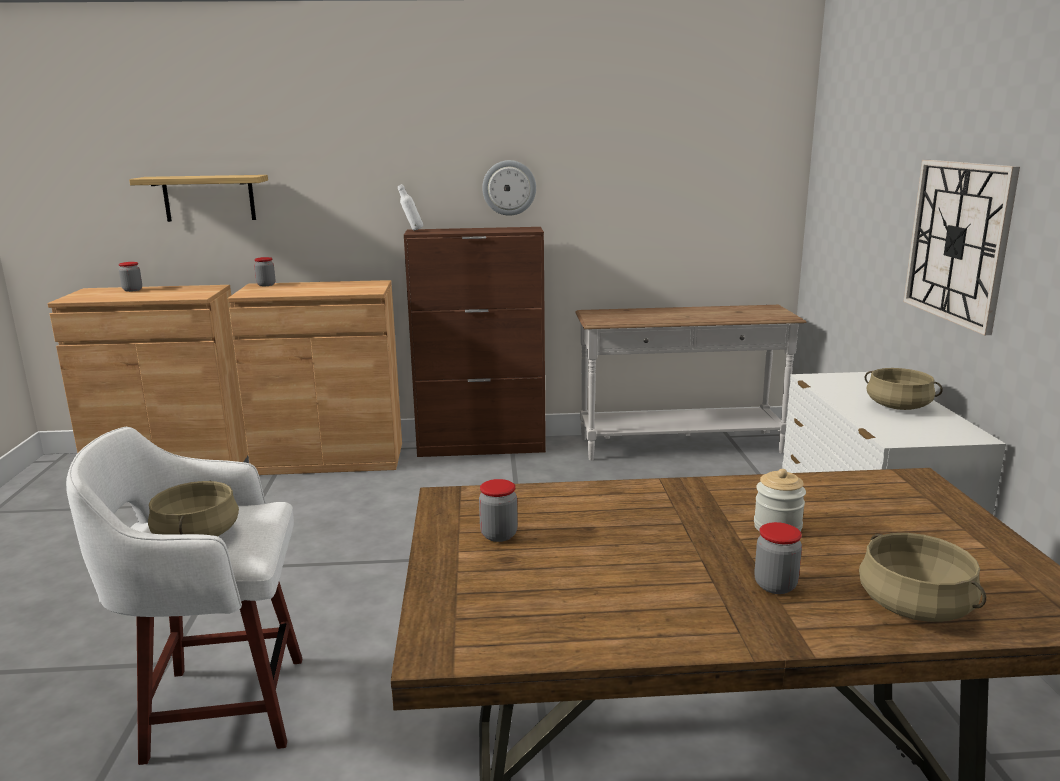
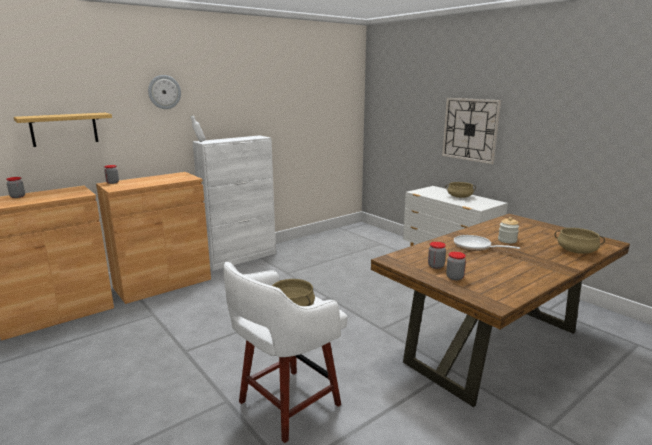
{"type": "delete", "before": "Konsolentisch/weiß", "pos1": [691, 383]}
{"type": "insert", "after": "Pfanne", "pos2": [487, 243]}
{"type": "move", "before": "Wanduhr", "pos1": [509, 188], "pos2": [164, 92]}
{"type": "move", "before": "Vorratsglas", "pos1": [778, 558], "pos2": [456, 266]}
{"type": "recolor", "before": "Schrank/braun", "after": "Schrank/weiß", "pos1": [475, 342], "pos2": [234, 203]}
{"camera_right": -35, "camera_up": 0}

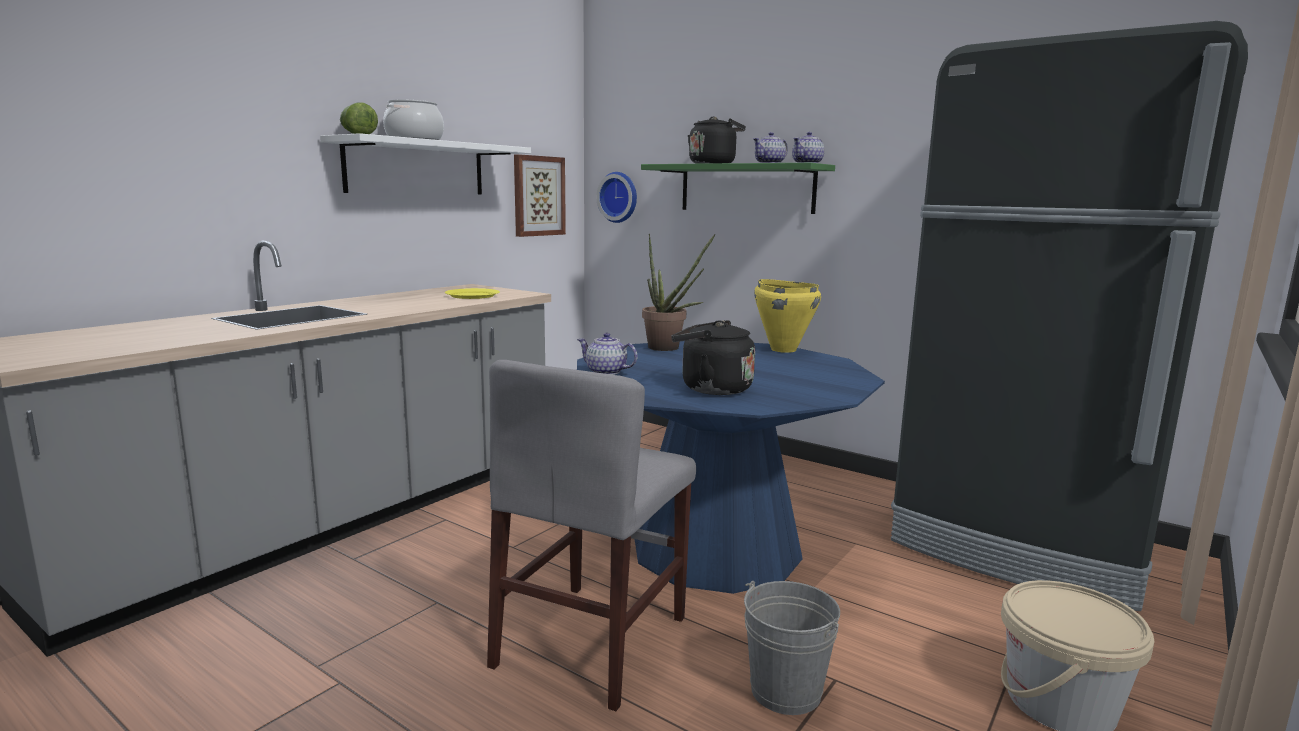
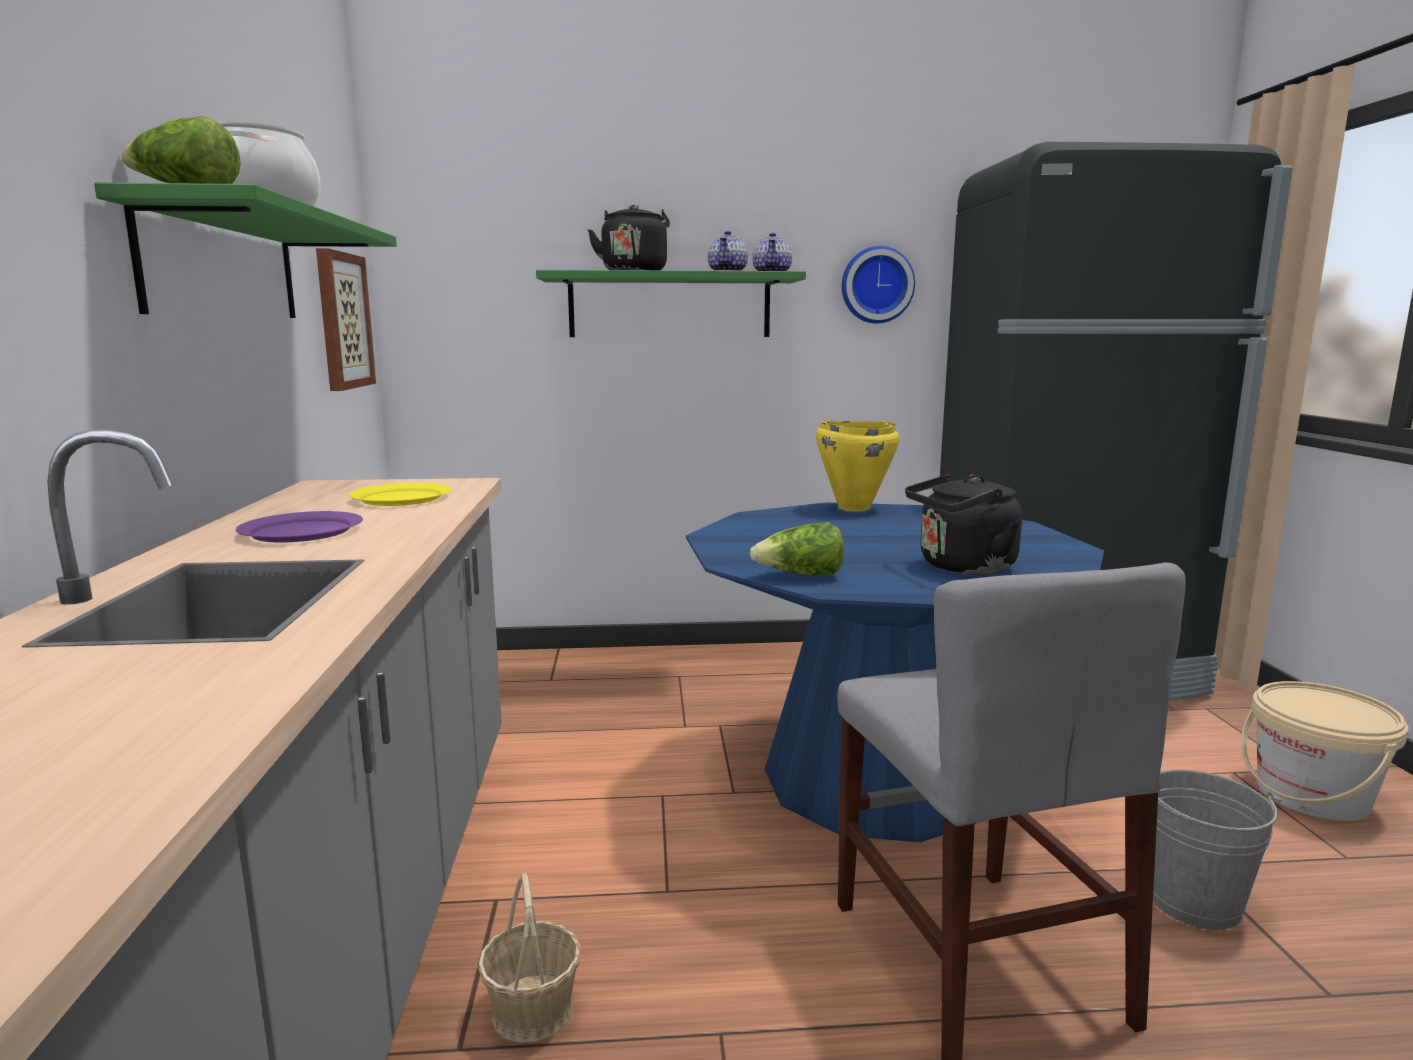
{"type": "delete", "before": "Topfpflanze", "pos1": [679, 292]}
{"type": "insert", "after": "Teller/lila", "pos2": [299, 526]}
{"type": "insert", "after": "Korb", "pos2": [529, 958]}
{"type": "move", "before": "Wanduhr", "pos1": [616, 197], "pos2": [878, 285]}
{"type": "replace", "before": "Teekanne", "after": "Salatkopf", "pos1": [607, 354], "pos2": [797, 548]}
{"type": "recolor", "before": "Wandregal/weiß", "after": "Wandregal/grün", "pos1": [425, 163], "pos2": [245, 250]}
{"camera_right": -40, "camera_up": 0}

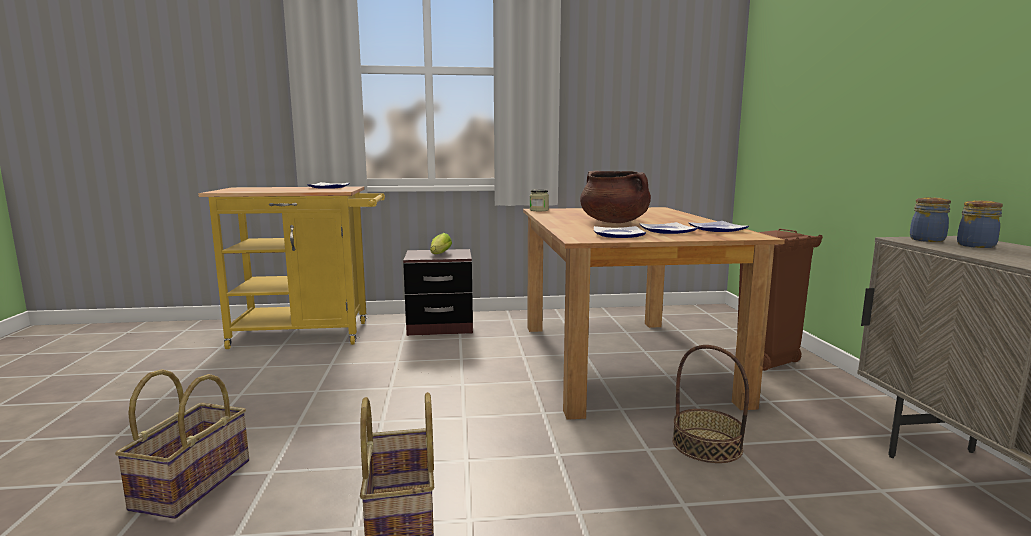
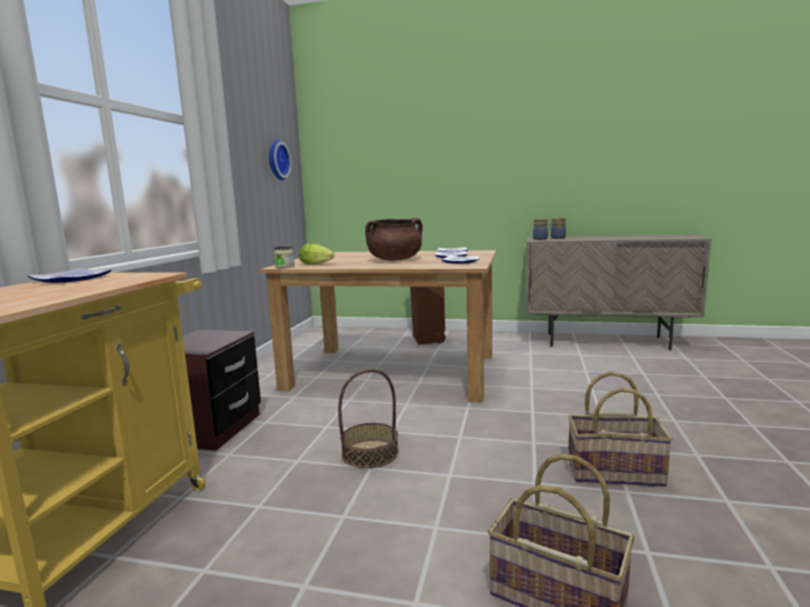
{"type": "insert", "after": "Wanduhr", "pos2": [280, 160]}
{"type": "move", "before": "Salatkopf", "pos1": [441, 243], "pos2": [317, 254]}
{"type": "move", "before": "Korb", "pos1": [710, 404], "pos2": [368, 418]}
{"camera_right": -70, "camera_up": 0}

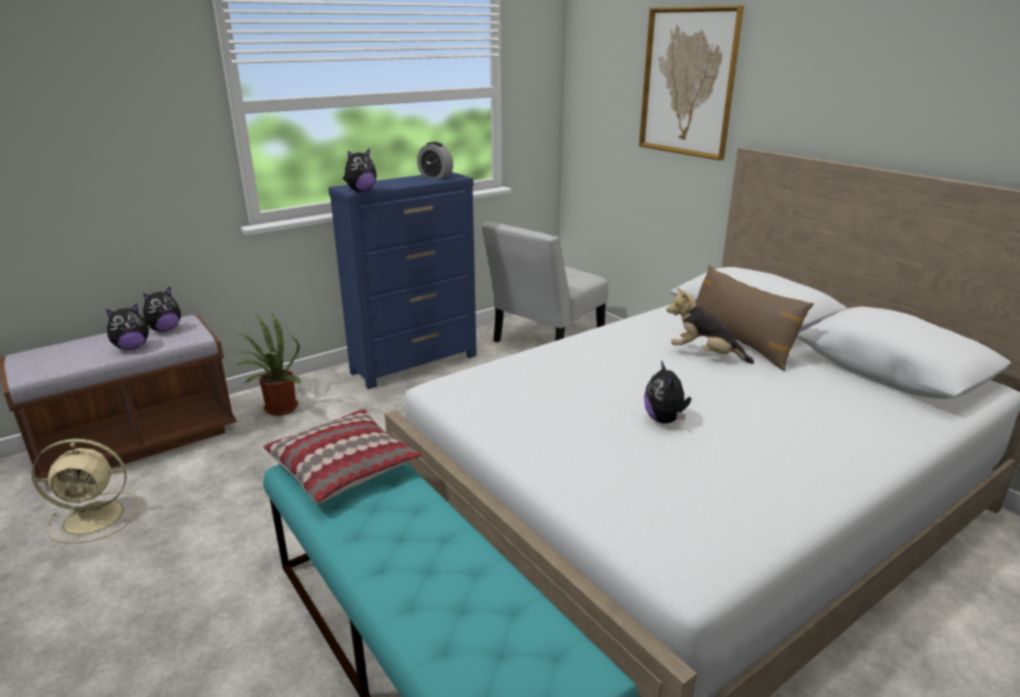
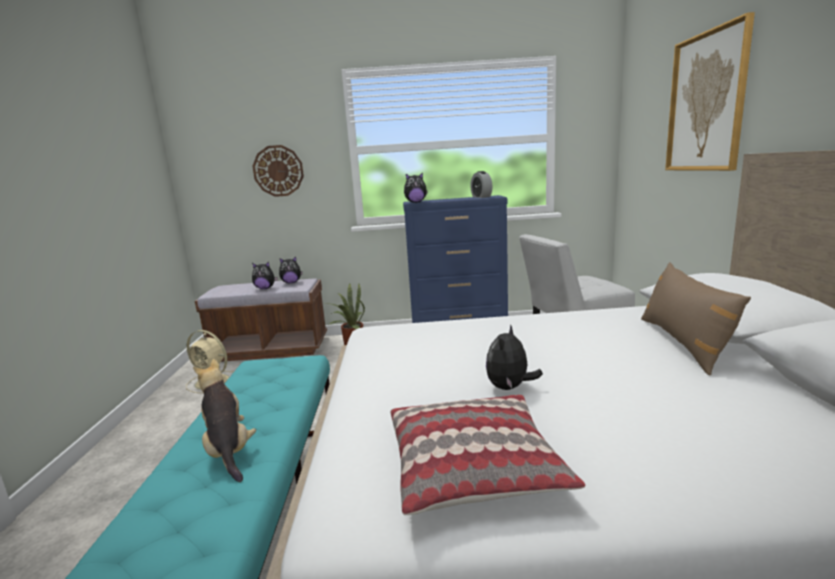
{"type": "insert", "after": "Wanduhr", "pos2": [278, 171]}
{"type": "move", "before": "Kissen", "pos1": [343, 456], "pos2": [488, 455]}
{"type": "move", "before": "Plüschtier", "pos1": [710, 325], "pos2": [224, 420]}
{"camera_right": 35, "camera_up": -10}

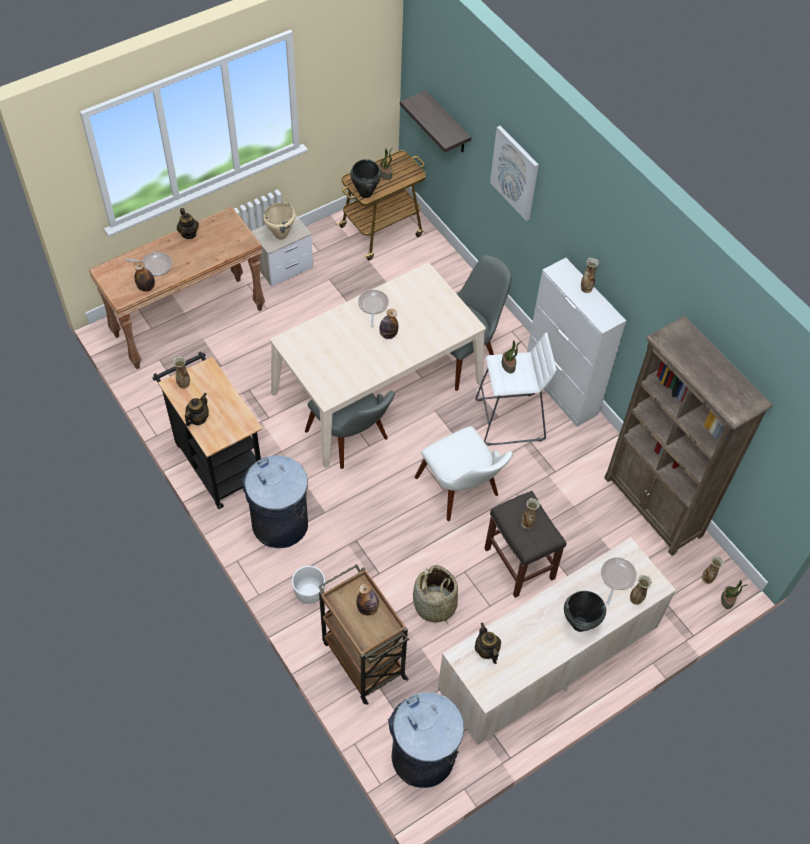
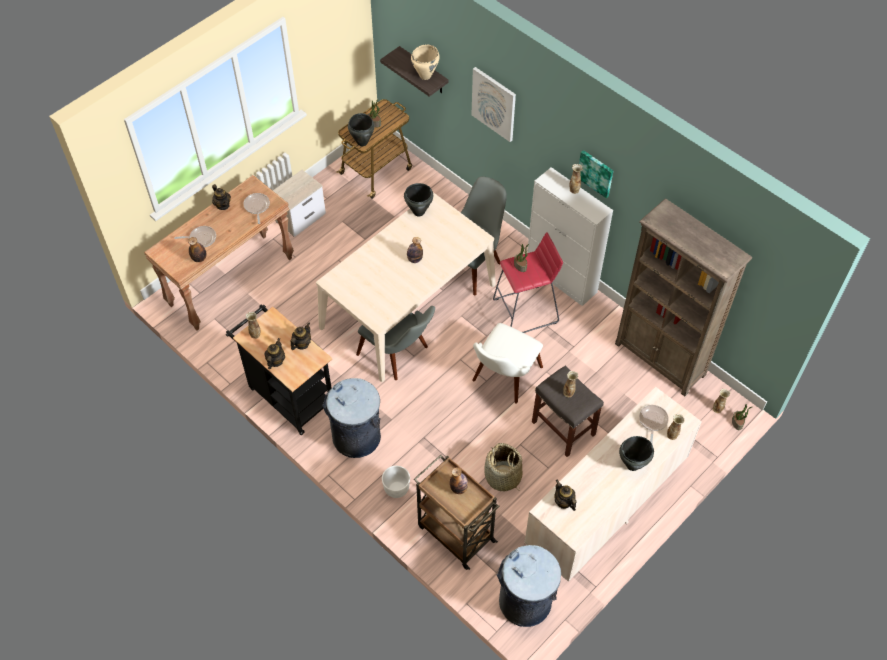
{"type": "insert", "after": "Teekanne", "pos2": [300, 336]}
{"type": "insert", "after": "Kochtopf/schwarz", "pos2": [419, 199]}
{"type": "insert", "after": "Bild", "pos2": [596, 174]}
{"type": "move", "before": "Kochtopf/beige", "pos1": [279, 221], "pos2": [425, 62]}
{"type": "move", "before": "Pfanne", "pos1": [373, 308], "pos2": [256, 208]}
{"type": "recolor", "before": "Hocker/weiß", "after": "Hocker/rot", "pos1": [516, 389], "pos2": [528, 282]}
{"type": "rotate", "before": "Stuhl/weiß", "pos1": [464, 473], "pos2": [507, 363], "turn": 75}
{"camera_right": -10, "camera_up": 0}

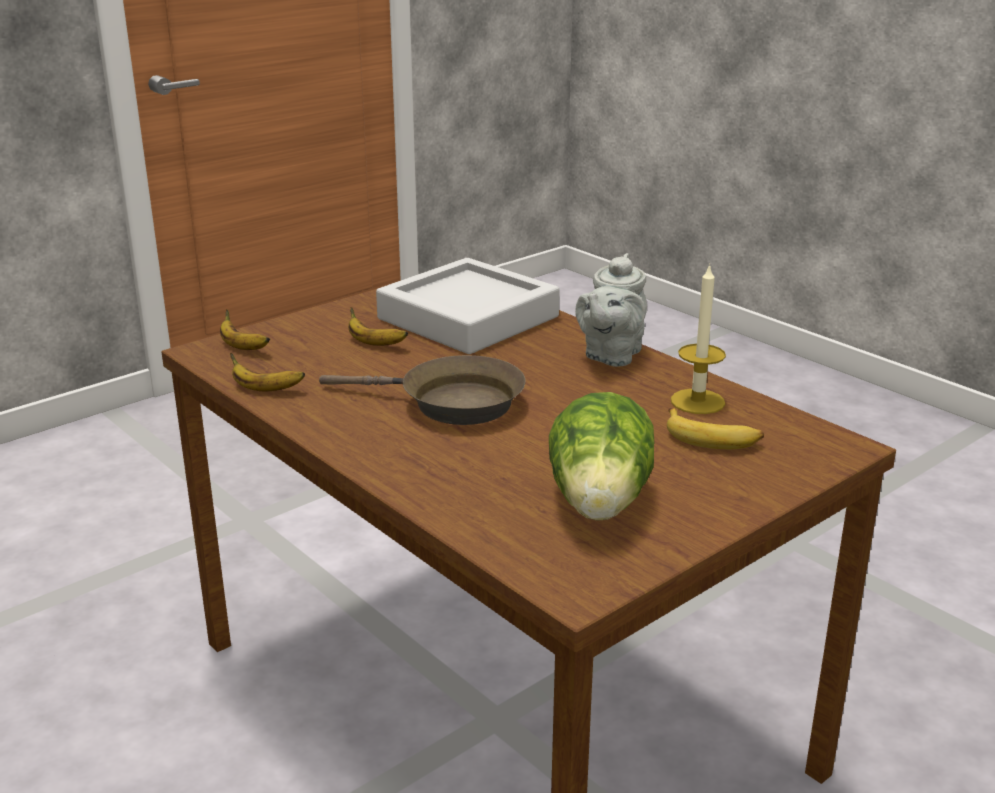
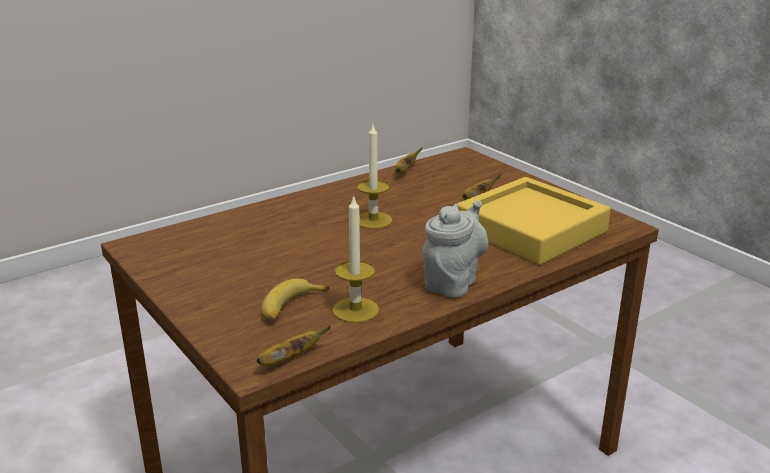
{"type": "delete", "before": "Salatkopf", "pos1": [601, 456]}
{"type": "move", "before": "Banane", "pos1": [245, 329], "pos2": [294, 346]}
{"type": "replace", "before": "Pfanne/braun", "after": "Kerze", "pos1": [422, 390], "pos2": [375, 177]}
{"type": "recolor", "before": "Tablett/grau", "after": "Tablett/gelb", "pos1": [468, 306], "pos2": [534, 221]}
{"type": "rotate", "before": "Teekanne/grau", "pos1": [611, 310], "pos2": [455, 249], "turn": 90}
{"camera_right": 95, "camera_up": 0}

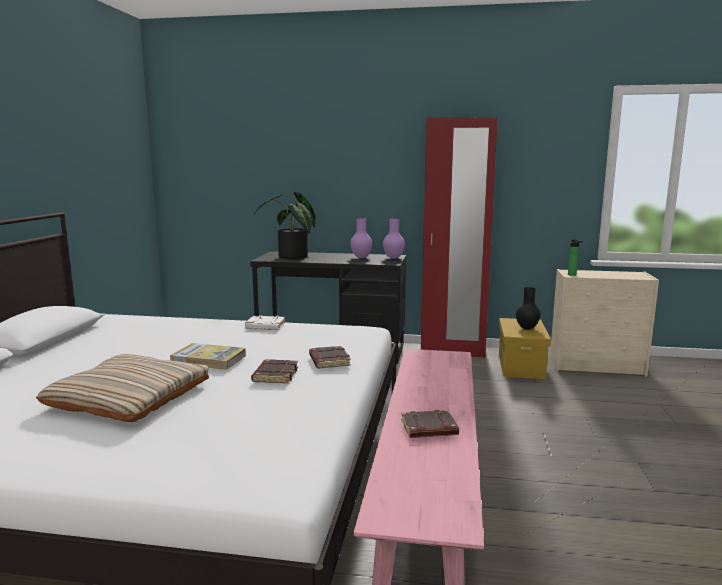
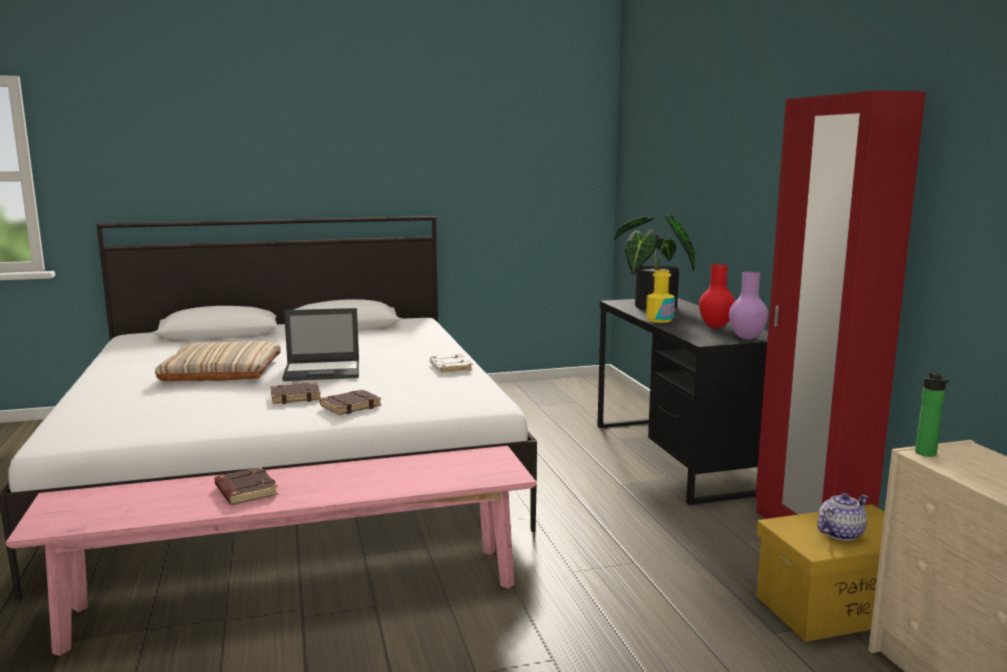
{"type": "insert", "after": "Flasche/gelb", "pos2": [660, 296]}
{"type": "replace", "before": "Buch", "after": "Laptop", "pos1": [208, 356], "pos2": [320, 344]}
{"type": "replace", "before": "Vase/schwarz", "after": "Teekanne", "pos1": [528, 308], "pos2": [842, 517]}
{"type": "recolor", "before": "Vase/lila", "after": "Vase/rot", "pos1": [361, 238], "pos2": [717, 296]}
{"camera_right": 65, "camera_up": 0}

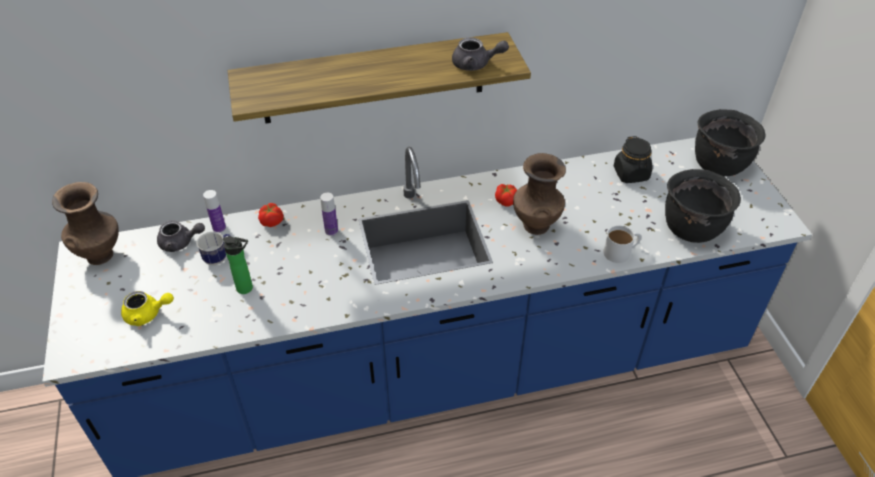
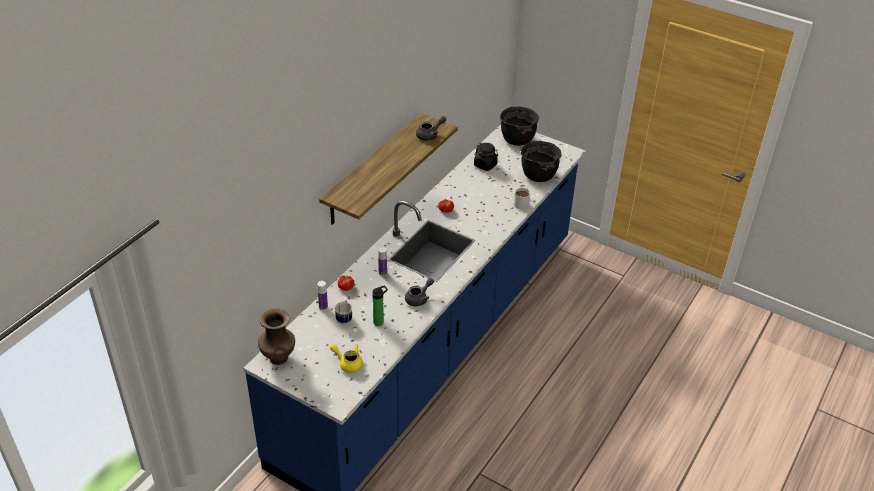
{"type": "delete", "before": "Vase/braun", "pos1": [539, 194]}
{"type": "move", "before": "Teekanne/grau", "pos1": [181, 236], "pos2": [419, 292]}
{"type": "rotate", "before": "Teekanne/gelb", "pos1": [147, 308], "pos2": [346, 358], "turn": -105}
{"camera_right": -45, "camera_up": -5}

